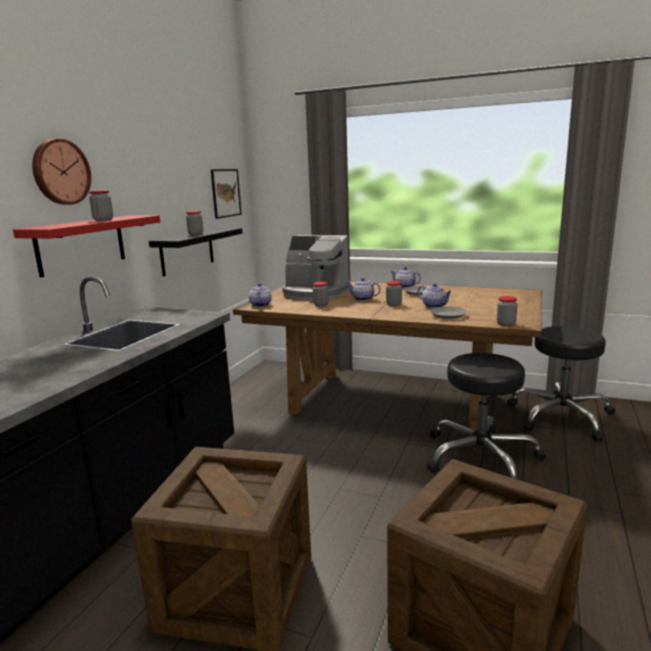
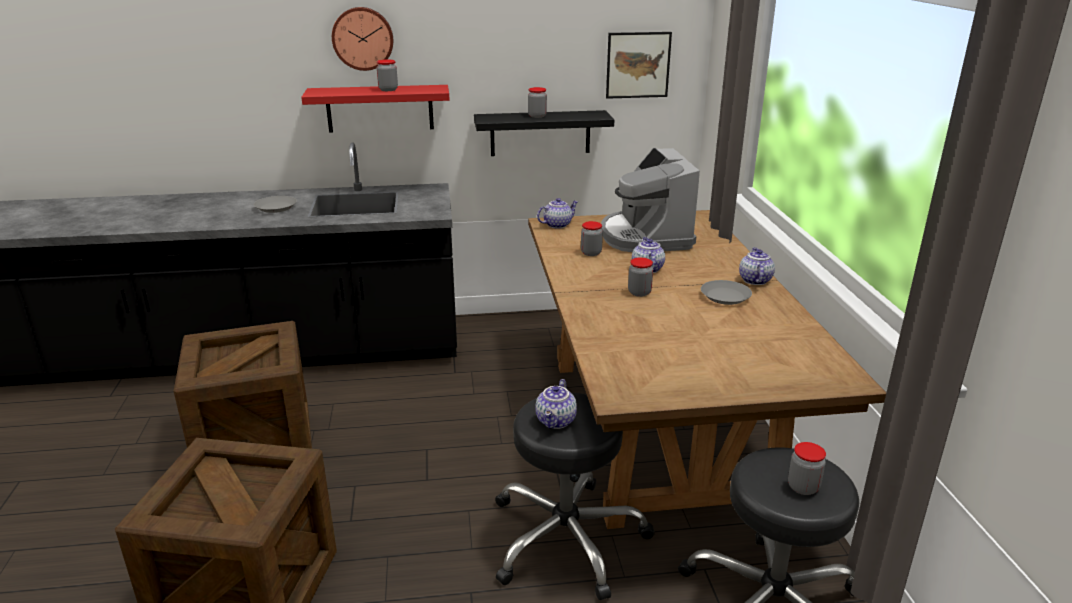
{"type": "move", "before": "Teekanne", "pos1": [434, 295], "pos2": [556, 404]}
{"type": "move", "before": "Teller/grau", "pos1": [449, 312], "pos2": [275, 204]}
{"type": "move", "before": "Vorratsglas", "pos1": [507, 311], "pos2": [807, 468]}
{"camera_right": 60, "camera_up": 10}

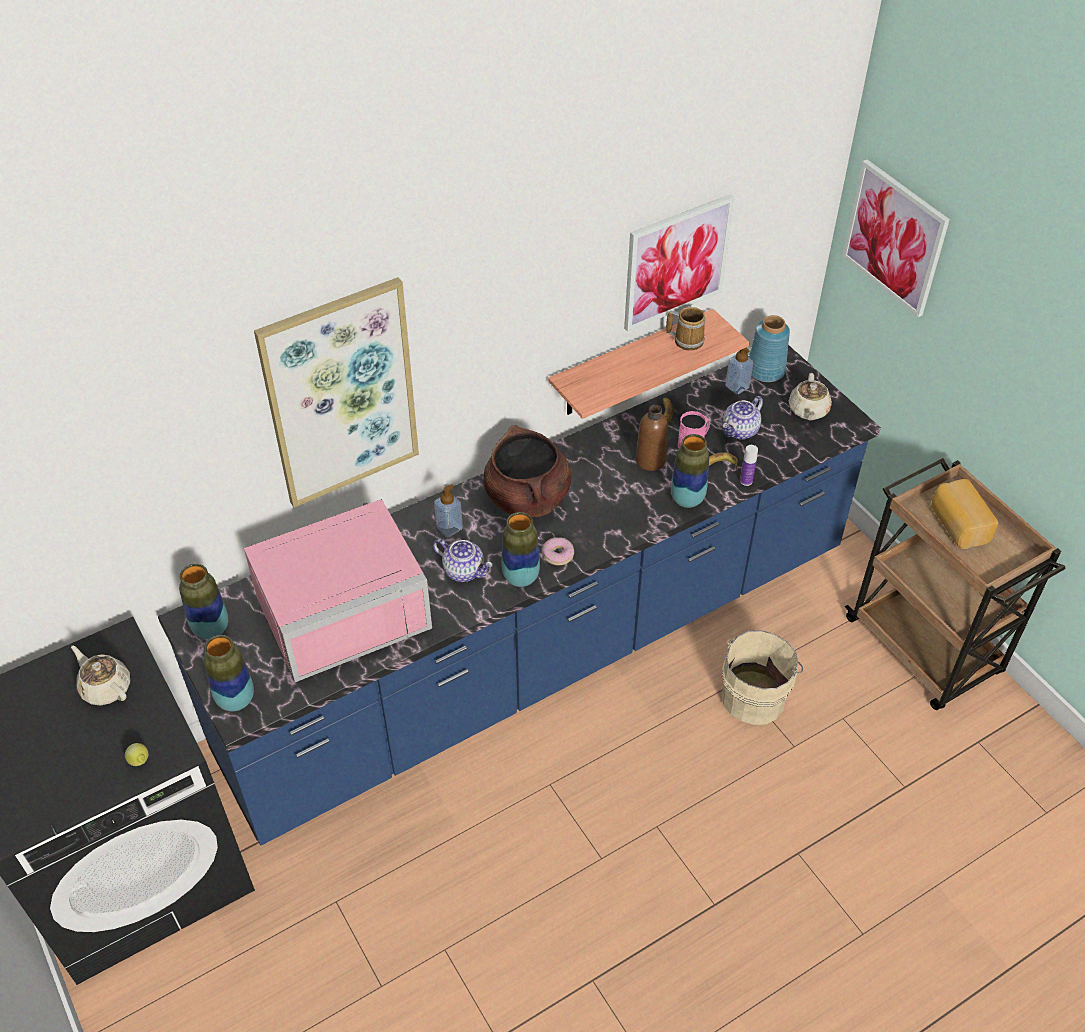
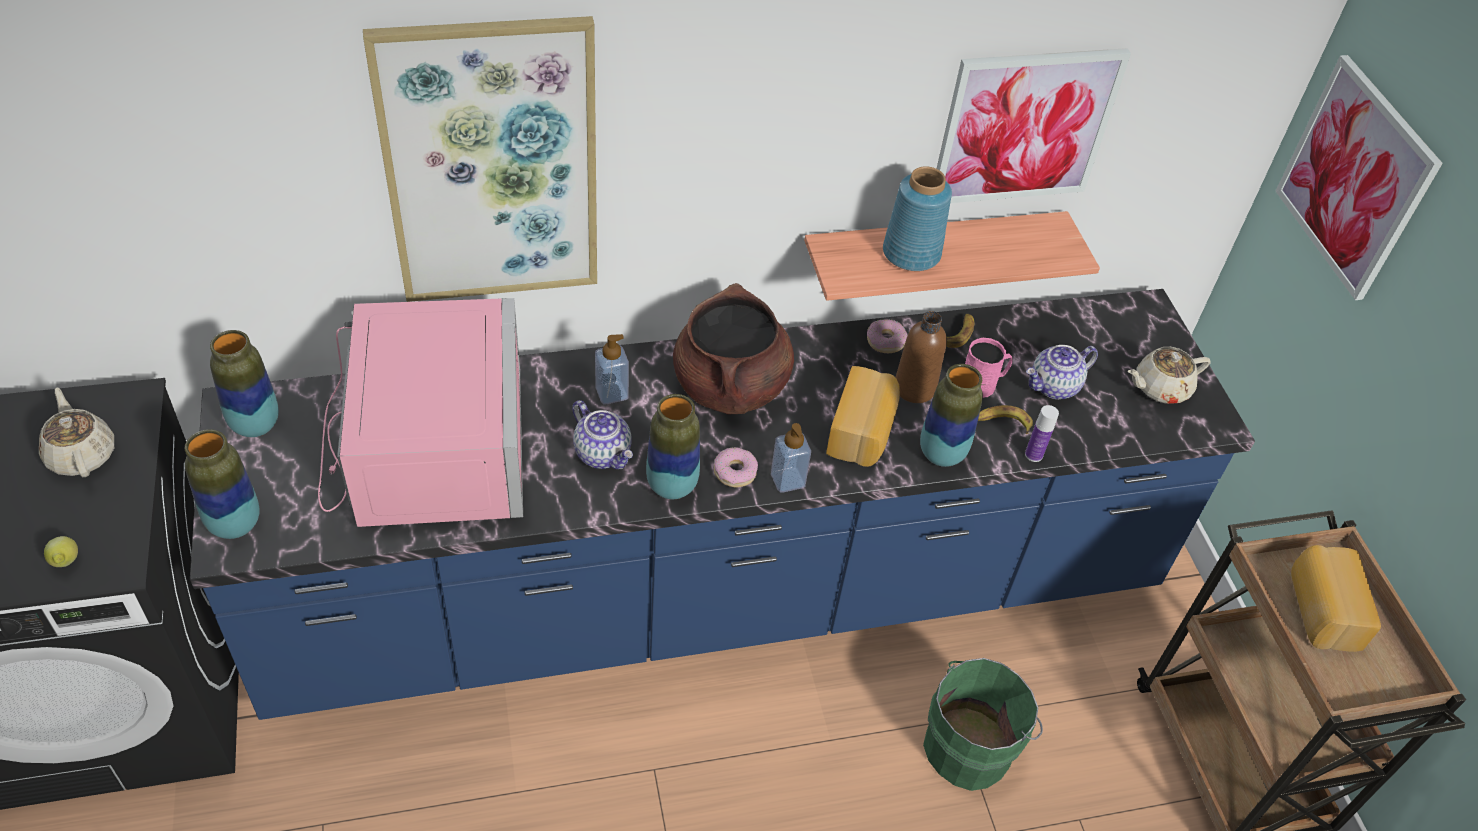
{"type": "delete", "before": "Henkelbecher", "pos1": [686, 329]}
{"type": "insert", "after": "Brot", "pos2": [863, 416]}
{"type": "insert", "after": "Donut", "pos2": [887, 336]}
{"type": "move", "before": "Seifenspender", "pos1": [739, 370], "pos2": [791, 458]}
{"type": "move", "before": "Vase/blau", "pos1": [769, 348], "pos2": [917, 218]}
{"type": "recolor", "before": "Eimer/beige", "after": "Eimer/grün", "pos1": [762, 677], "pos2": [983, 724]}
{"type": "rotate", "before": "Mikrowelle/rosa", "pos1": [338, 590], "pos2": [420, 412], "turn": -90}
{"type": "rotate", "before": "Teekanne/beige", "pos1": [810, 396], "pos2": [1169, 375], "turn": 45}
{"camera_right": 15, "camera_up": 0}

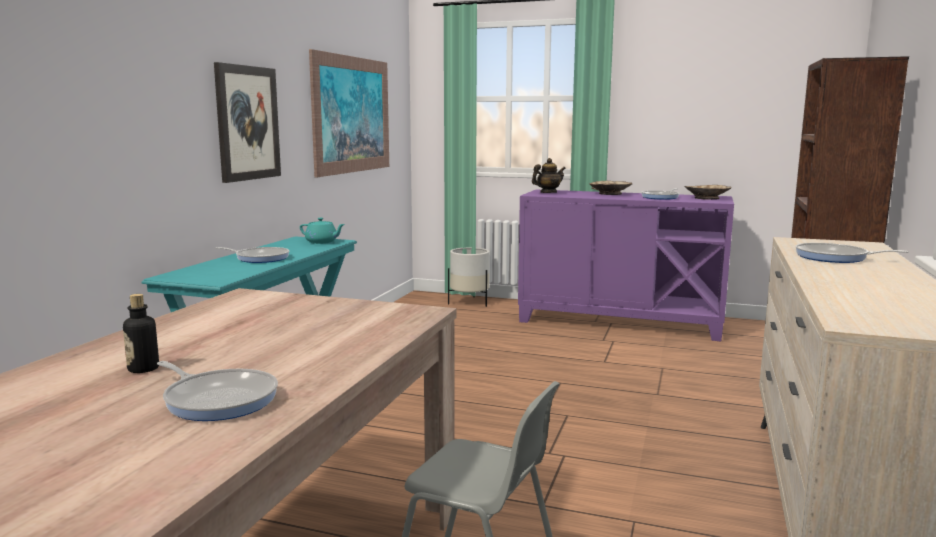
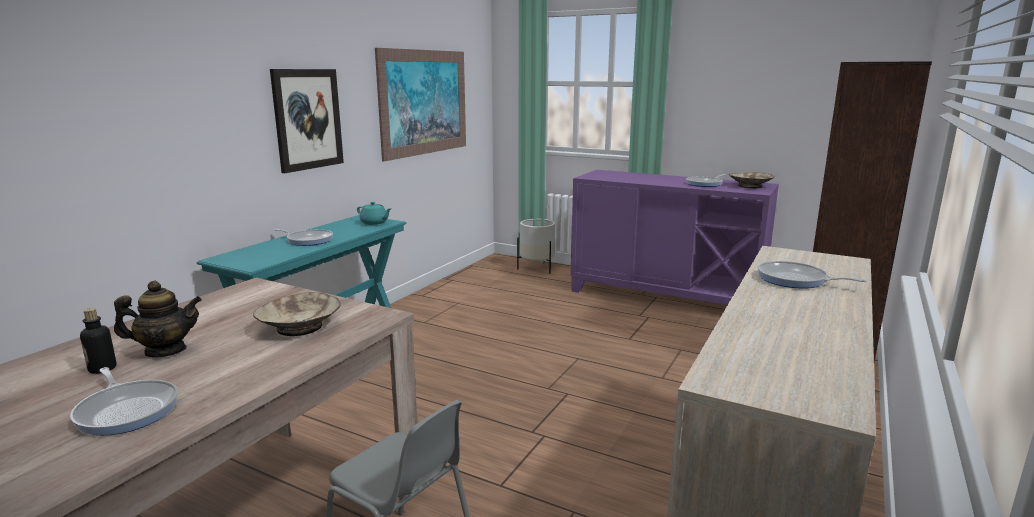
{"type": "move", "before": "Teekanne", "pos1": [549, 175], "pos2": [158, 319]}
{"type": "move", "before": "Schüssel/beige", "pos1": [611, 188], "pos2": [296, 314]}
{"camera_right": 10, "camera_up": 5}

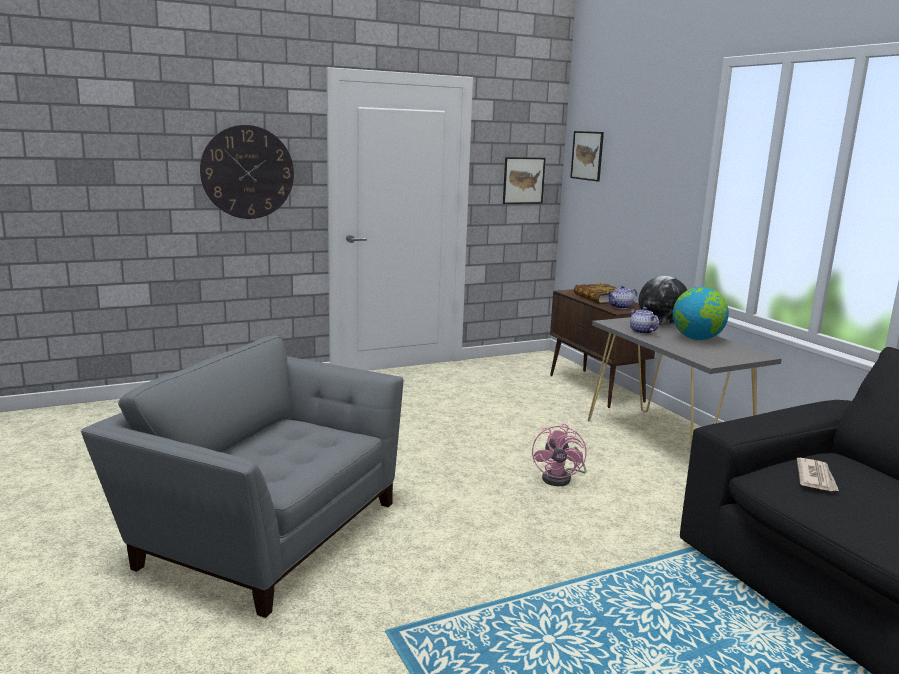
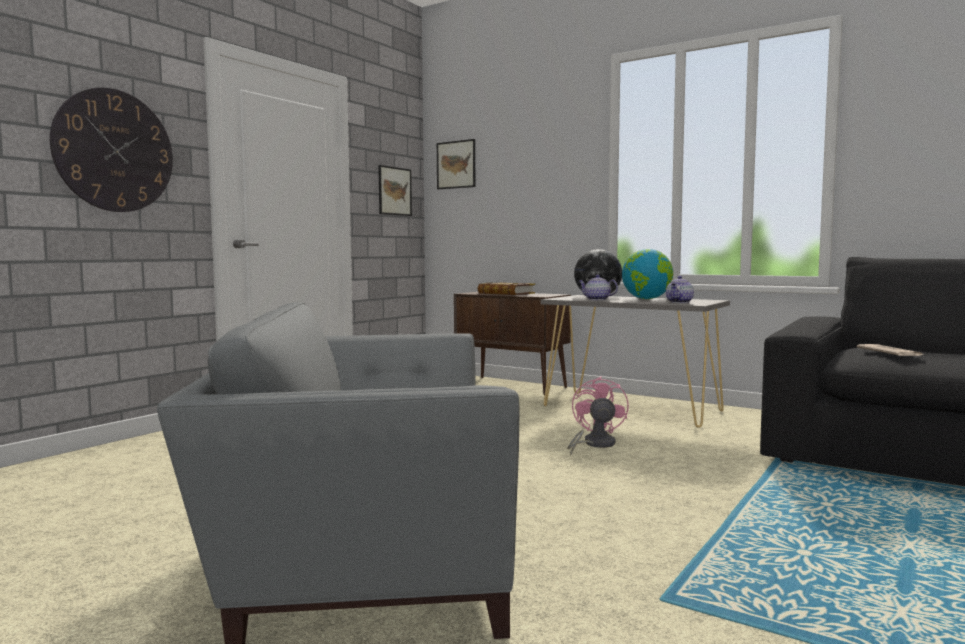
{"type": "move", "before": "Teekanne", "pos1": [622, 297], "pos2": [680, 289]}
{"type": "rotate", "before": "Ventilator/rosa", "pos1": [559, 454], "pos2": [598, 416], "turn": -150}
{"camera_right": -30, "camera_up": -10}

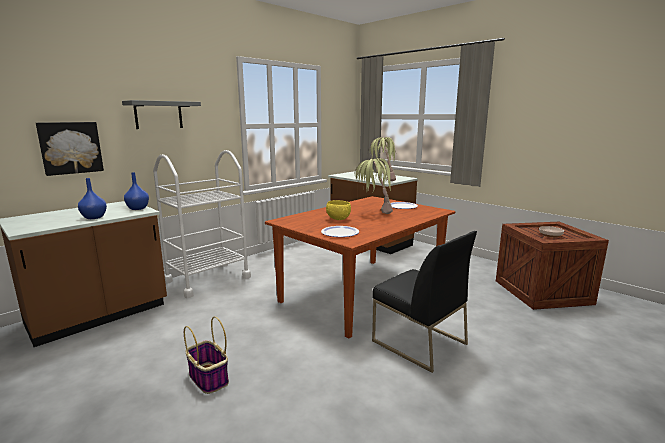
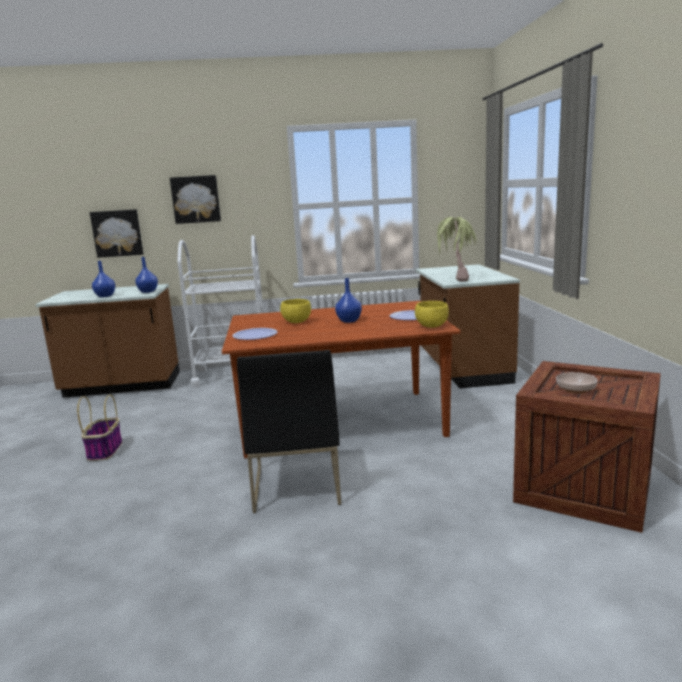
{"type": "insert", "after": "Schüssel/gelb", "pos2": [432, 314]}
{"type": "replace", "before": "Wandregal/grau", "after": "Bild", "pos1": [161, 114], "pos2": [195, 199]}
{"type": "replace", "before": "Topfpflanze", "after": "Vase/blau", "pos1": [374, 186], "pos2": [348, 300]}
{"camera_right": 40, "camera_up": 0}

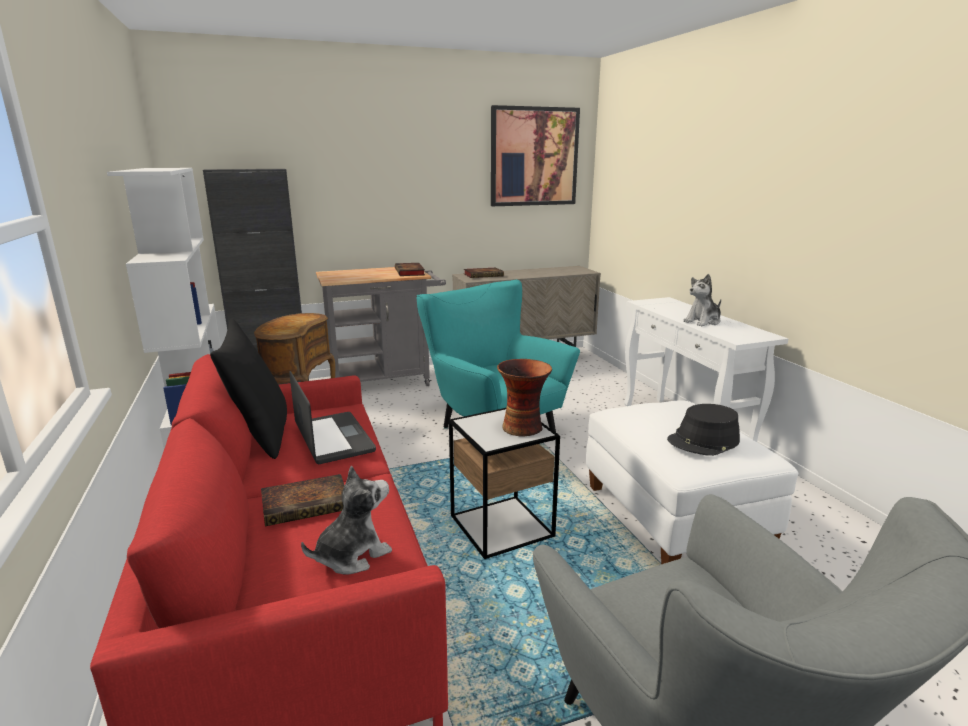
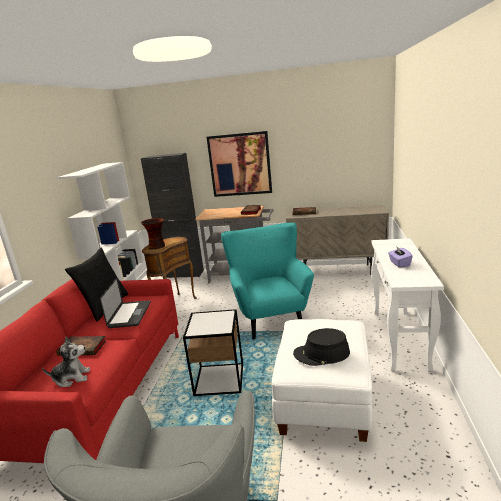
{"type": "move", "before": "Bild", "pos1": [535, 155], "pos2": [239, 164]}
{"type": "move", "before": "Vase", "pos1": [524, 398], "pos2": [153, 233]}
{"type": "replace", "before": "Plüschtier", "after": "Taschentuchbox/lila", "pos1": [702, 300], "pos2": [400, 257]}
{"camera_right": 30, "camera_up": 0}

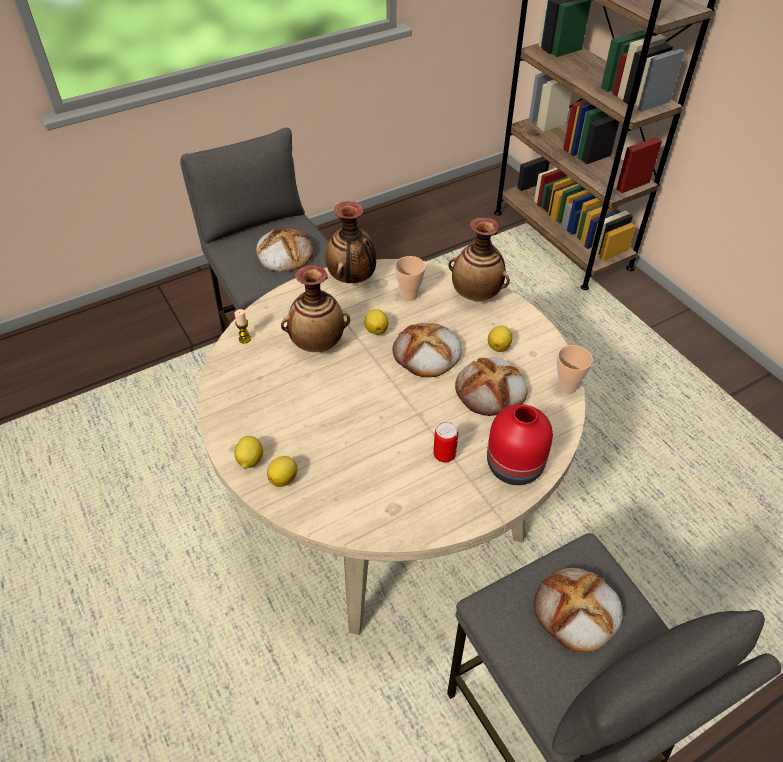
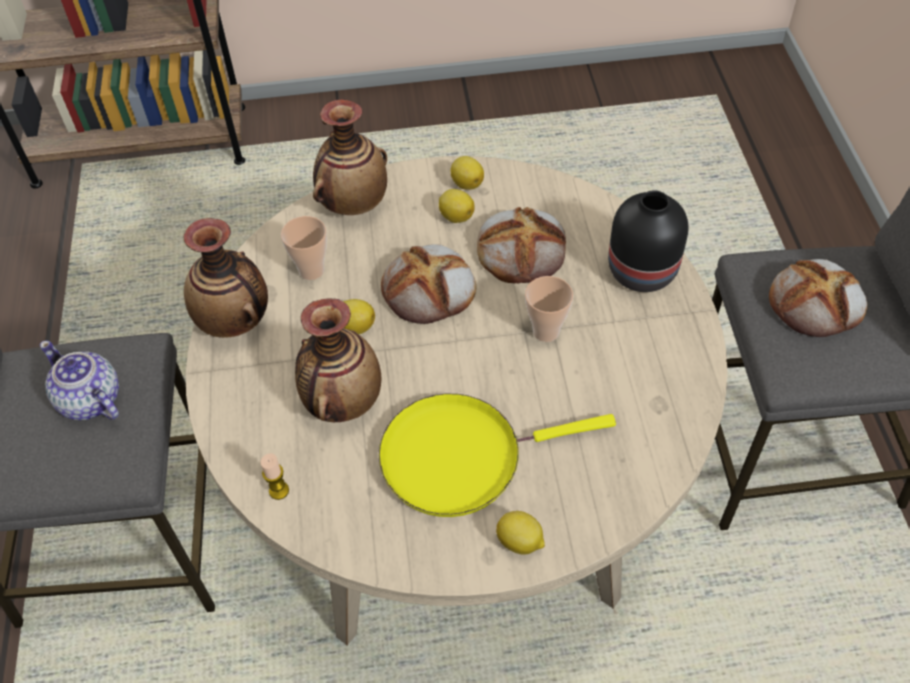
{"type": "delete", "before": "Dose", "pos1": [445, 442]}
{"type": "insert", "after": "Pfanne/gelb", "pos2": [497, 455]}
{"type": "move", "before": "Zitrone", "pos1": [282, 471], "pos2": [467, 173]}
{"type": "move", "before": "Tasse", "pos1": [575, 369], "pos2": [549, 309]}
{"type": "replace", "before": "Brot", "after": "Teekanne", "pos1": [285, 250], "pos2": [79, 380]}
{"type": "recolor", "before": "Vase/rot", "after": "Vase/schwarz", "pos1": [520, 444], "pos2": [648, 241]}
{"camera_right": -65, "camera_up": 5}

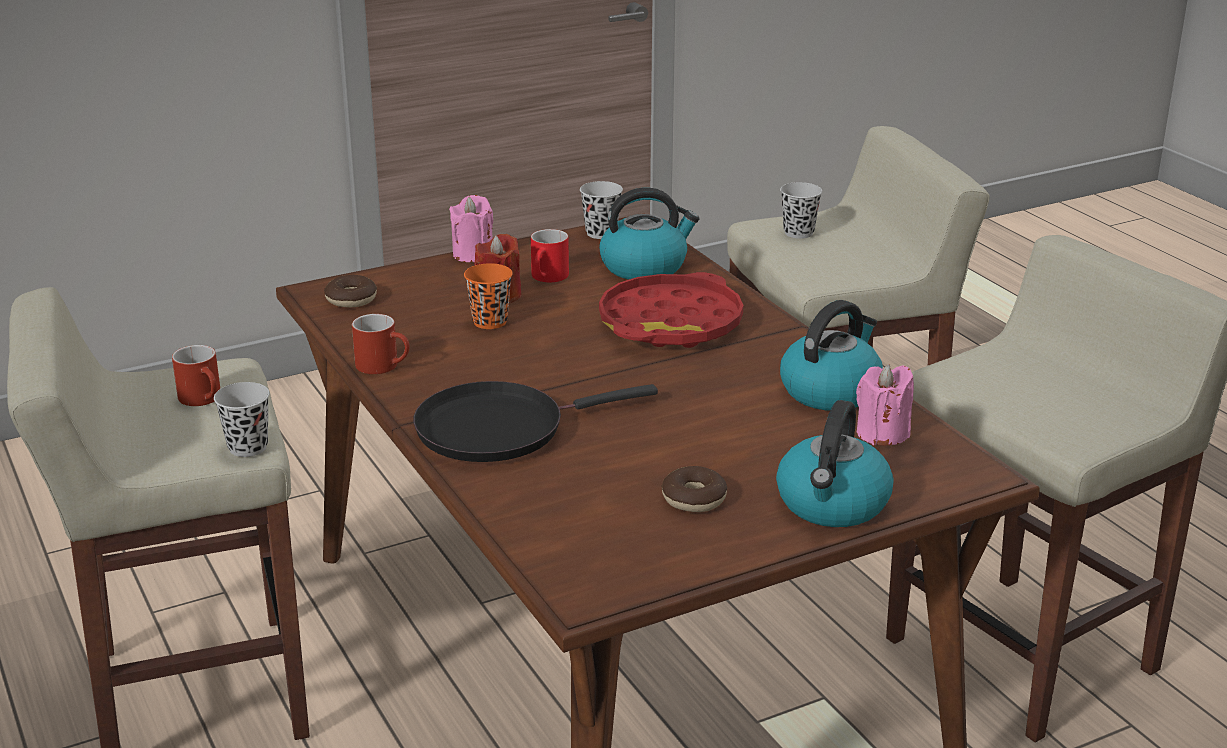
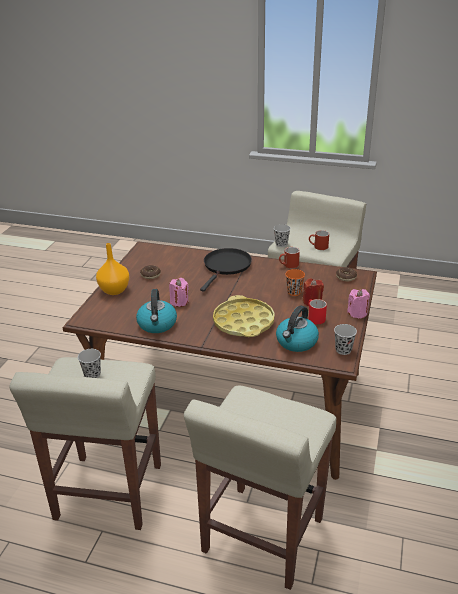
{"type": "move", "before": "Tasse/schwarz", "pos1": [801, 210], "pos2": [89, 363]}
{"type": "move", "before": "Kerze/rosa", "pos1": [885, 404], "pos2": [179, 292]}
{"type": "replace", "before": "Wasserkessel", "after": "Vase/orange", "pos1": [834, 463], "pos2": [113, 269]}
{"type": "recolor", "before": "Tablett/rot", "after": "Tablett/gelb", "pos1": [671, 310], "pos2": [244, 316]}
{"camera_right": 135, "camera_up": 5}

